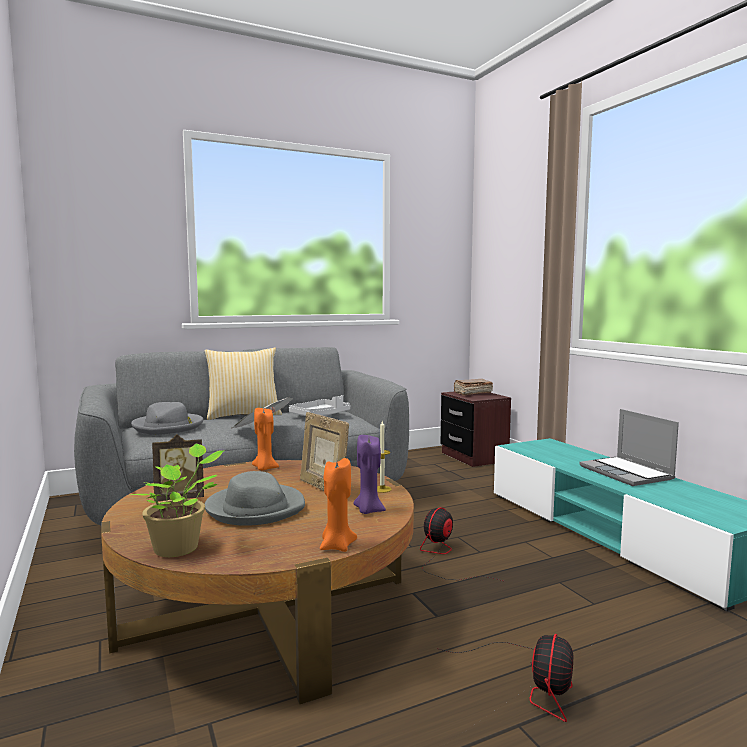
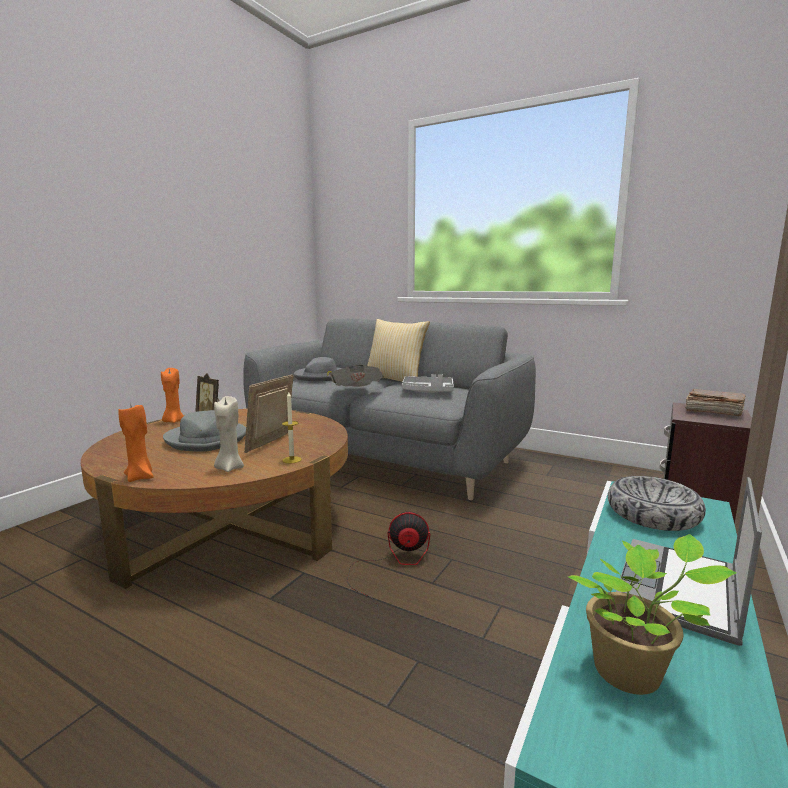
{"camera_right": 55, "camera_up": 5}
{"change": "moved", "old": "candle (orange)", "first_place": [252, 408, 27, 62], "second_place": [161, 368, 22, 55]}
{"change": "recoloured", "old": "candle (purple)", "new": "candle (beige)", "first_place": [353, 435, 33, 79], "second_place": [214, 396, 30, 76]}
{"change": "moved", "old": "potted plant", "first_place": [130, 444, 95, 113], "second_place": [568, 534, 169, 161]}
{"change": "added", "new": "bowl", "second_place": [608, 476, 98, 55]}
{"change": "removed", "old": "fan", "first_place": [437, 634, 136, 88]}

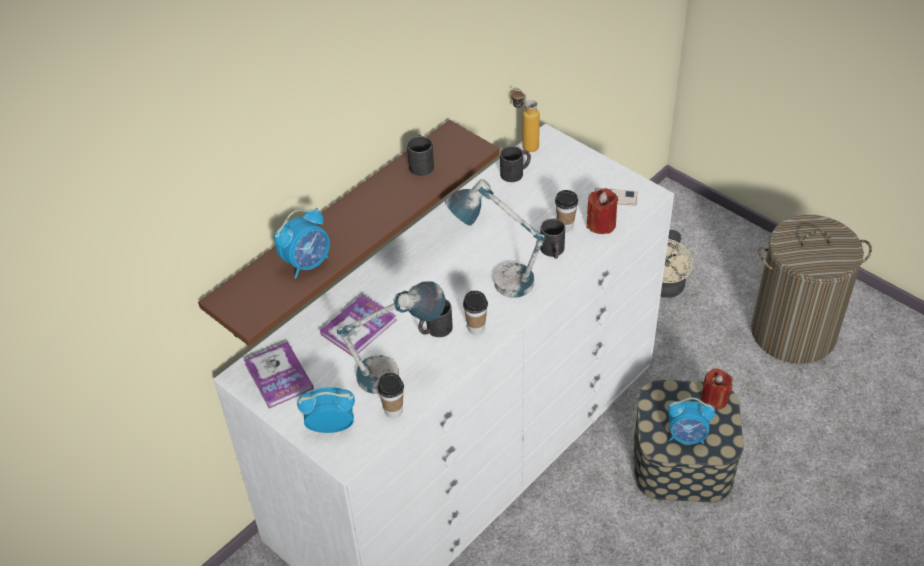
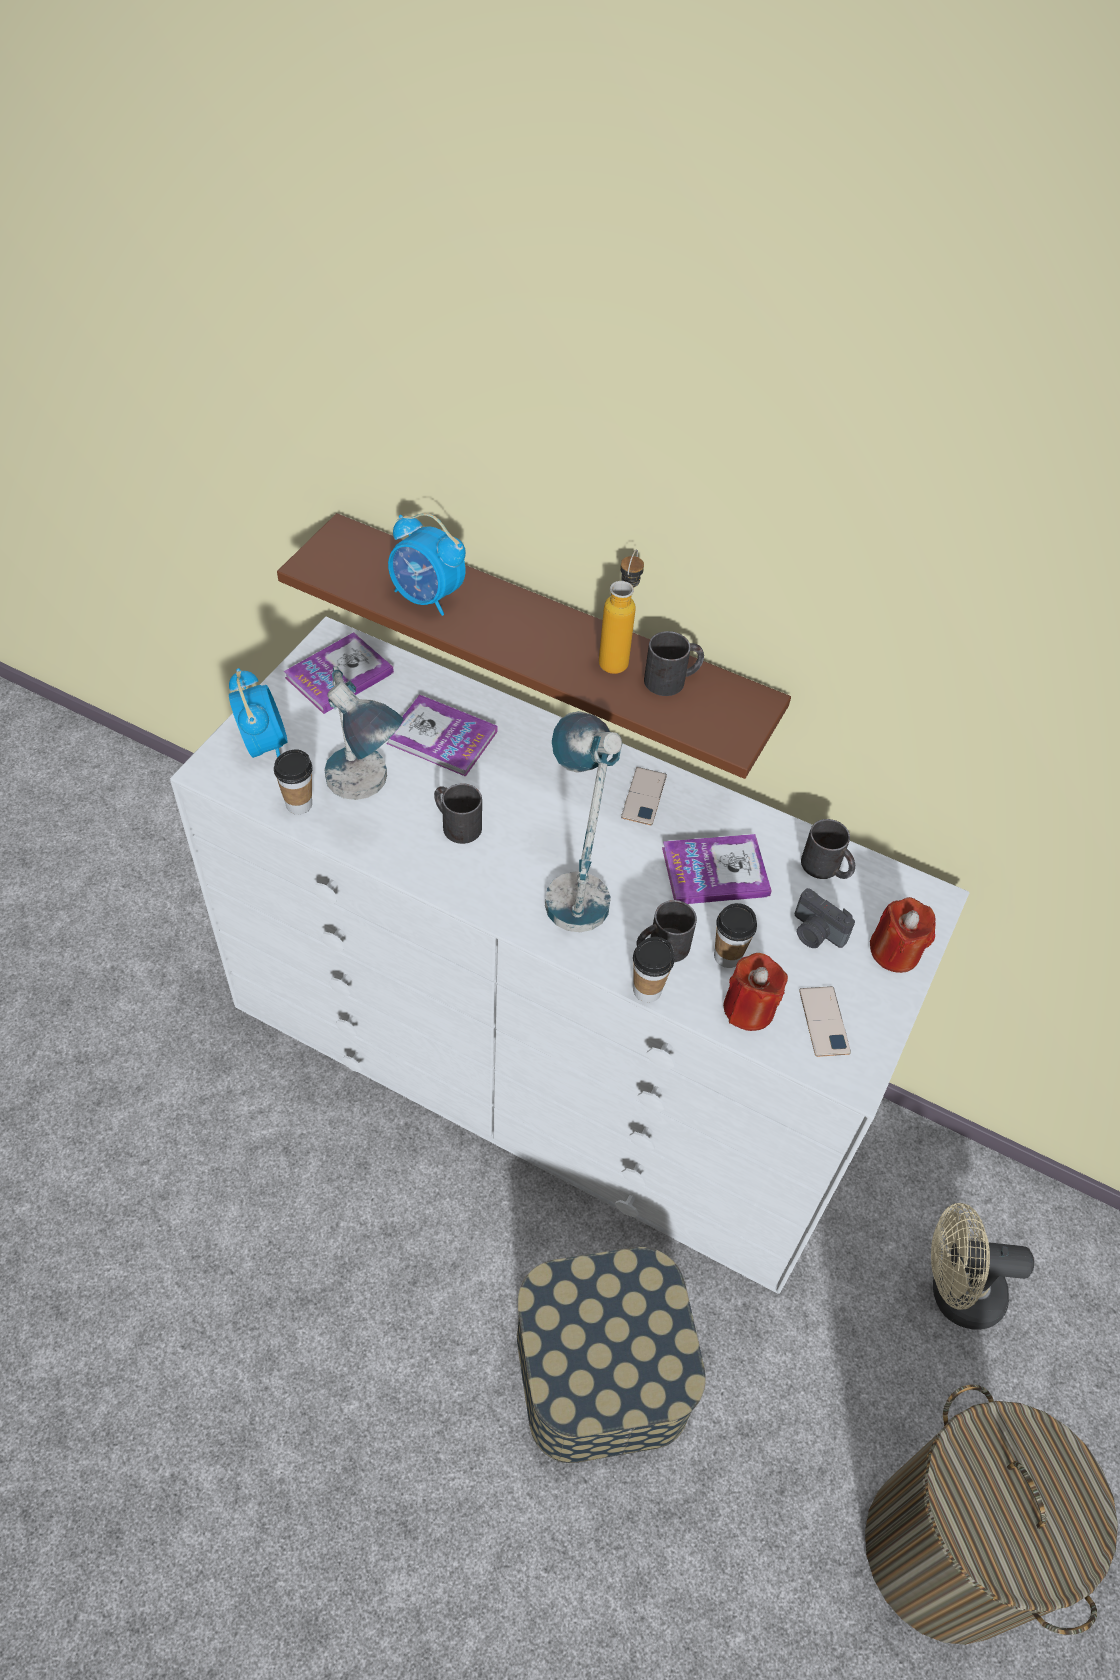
{"camera_right": 70, "camera_up": 5}
{"change": "moved", "old": "bottle", "first_place": [512, 88, 28, 64], "second_place": [599, 549, 45, 125]}
{"change": "added", "new": "phone", "second_place": [621, 767, 46, 58]}
{"change": "moved", "old": "cup", "first_place": [463, 291, 25, 44], "second_place": [633, 937, 41, 66]}
{"change": "added", "new": "book", "second_place": [662, 834, 110, 70]}
{"change": "added", "new": "photo camera", "second_place": [795, 888, 60, 60]}
{"change": "moved", "old": "candle (red)", "first_place": [701, 368, 32, 42], "second_place": [870, 897, 66, 76]}
{"change": "removed", "old": "alarm clock", "first_place": [668, 397, 47, 47]}

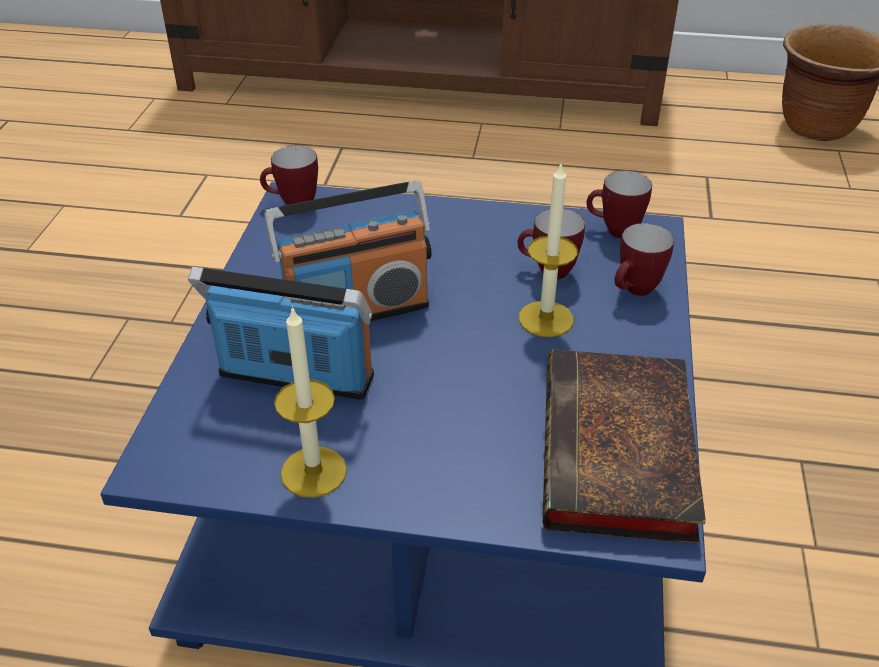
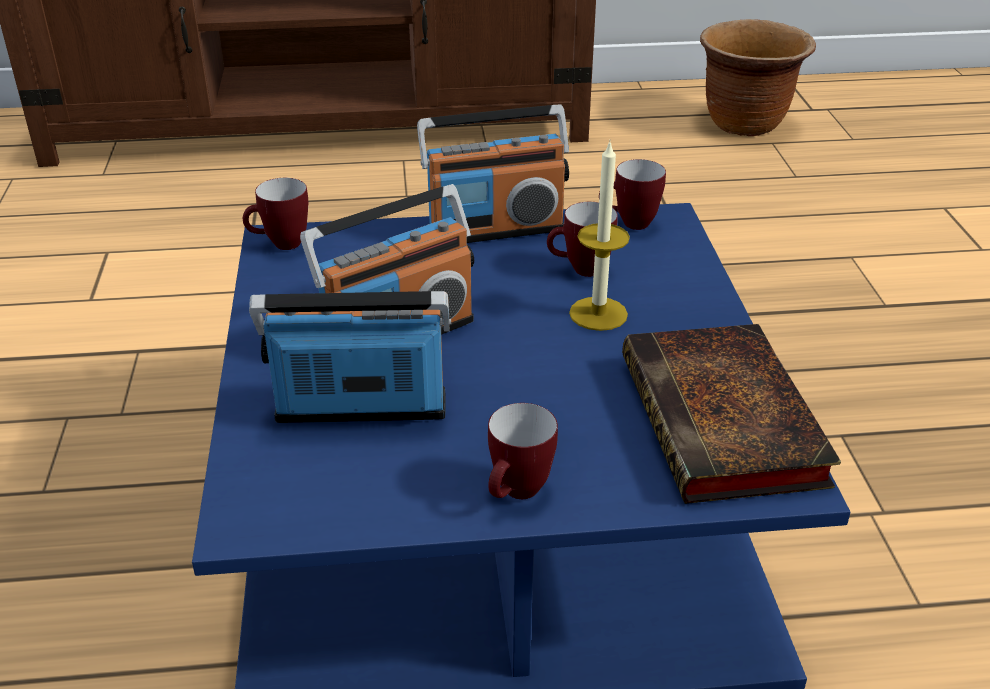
{"camera_right": -15, "camera_up": -5}
{"change": "added", "new": "radio", "second_place": [417, 104, 152, 139]}
{"change": "moved", "old": "mug", "first_place": [614, 223, 60, 73], "second_place": [488, 403, 70, 96]}
{"change": "removed", "old": "candle", "first_place": [274, 306, 73, 192]}

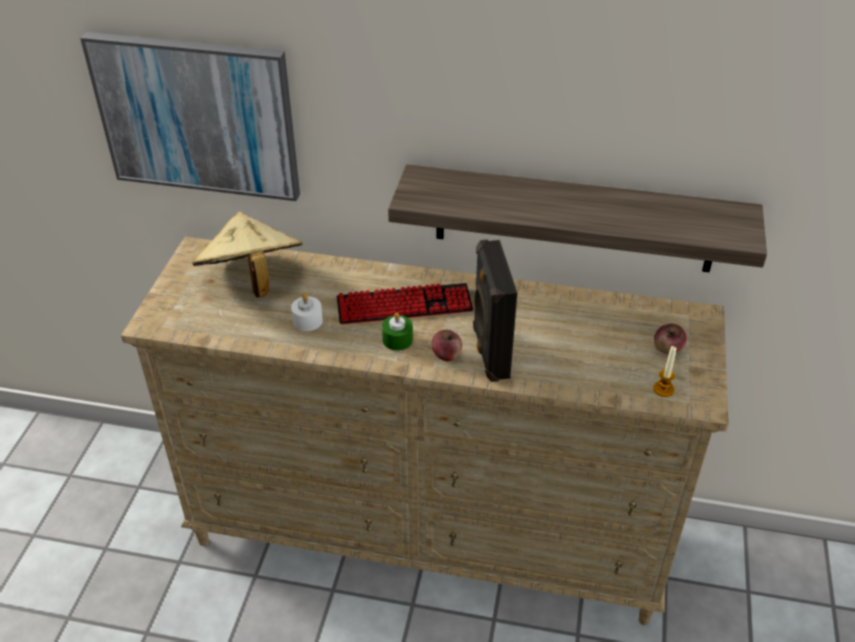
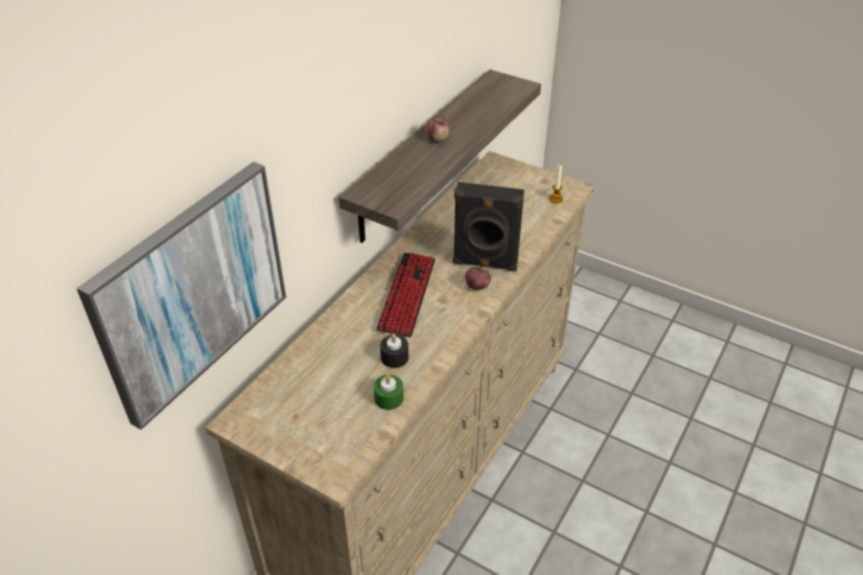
{"camera_right": -70, "camera_up": 0}
{"change": "moved", "old": "candle (green)", "first_place": [382, 312, 31, 39], "second_place": [374, 375, 30, 35]}
{"change": "recoloured", "old": "candle (white)", "new": "candle (black)", "first_place": [291, 294, 32, 37], "second_place": [380, 334, 29, 34]}
{"change": "moved", "old": "apple", "first_place": [654, 324, 33, 30], "second_place": [426, 116, 25, 26]}
{"change": "removed", "old": "hat (beige)", "first_place": [193, 212, 110, 85]}

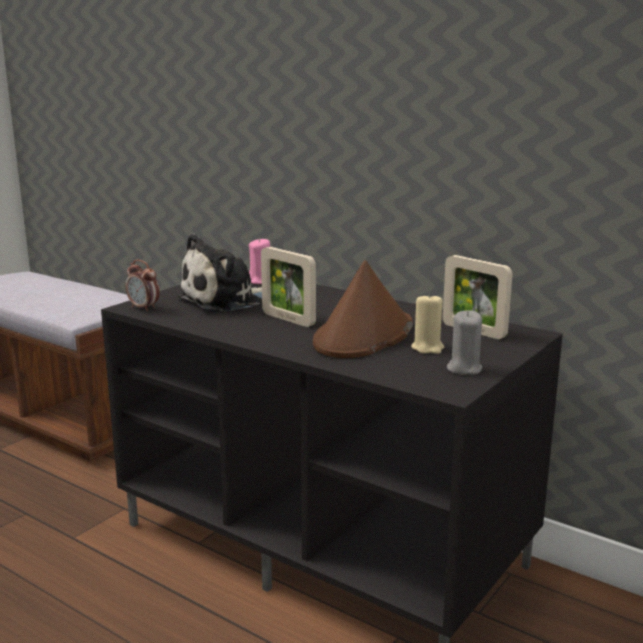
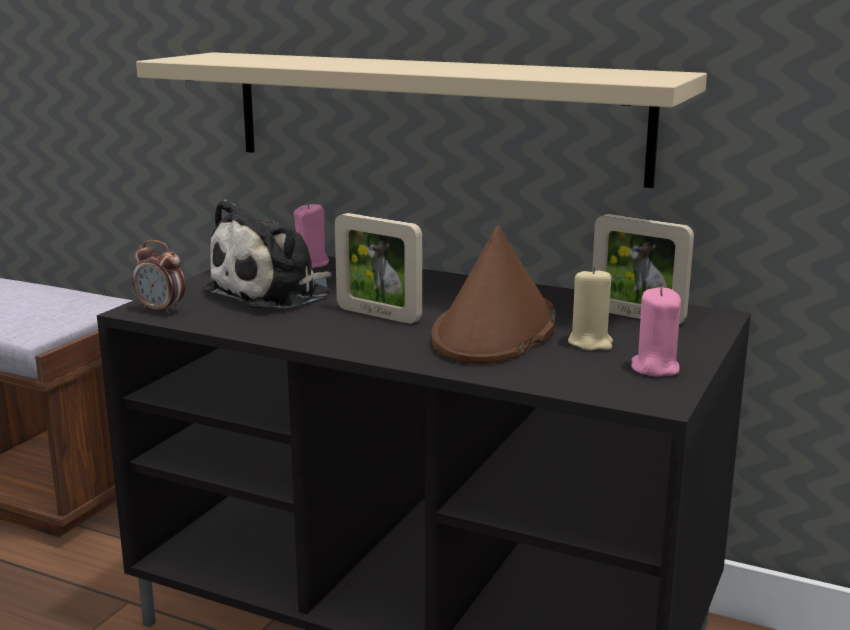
{"camera_right": -10, "camera_up": 0}
{"change": "added", "new": "shelf (beige)", "second_place": [136, 52, 571, 136]}
{"change": "recoloured", "old": "candle (grey)", "new": "candle (pink)", "first_place": [447, 310, 35, 65], "second_place": [631, 287, 50, 90]}

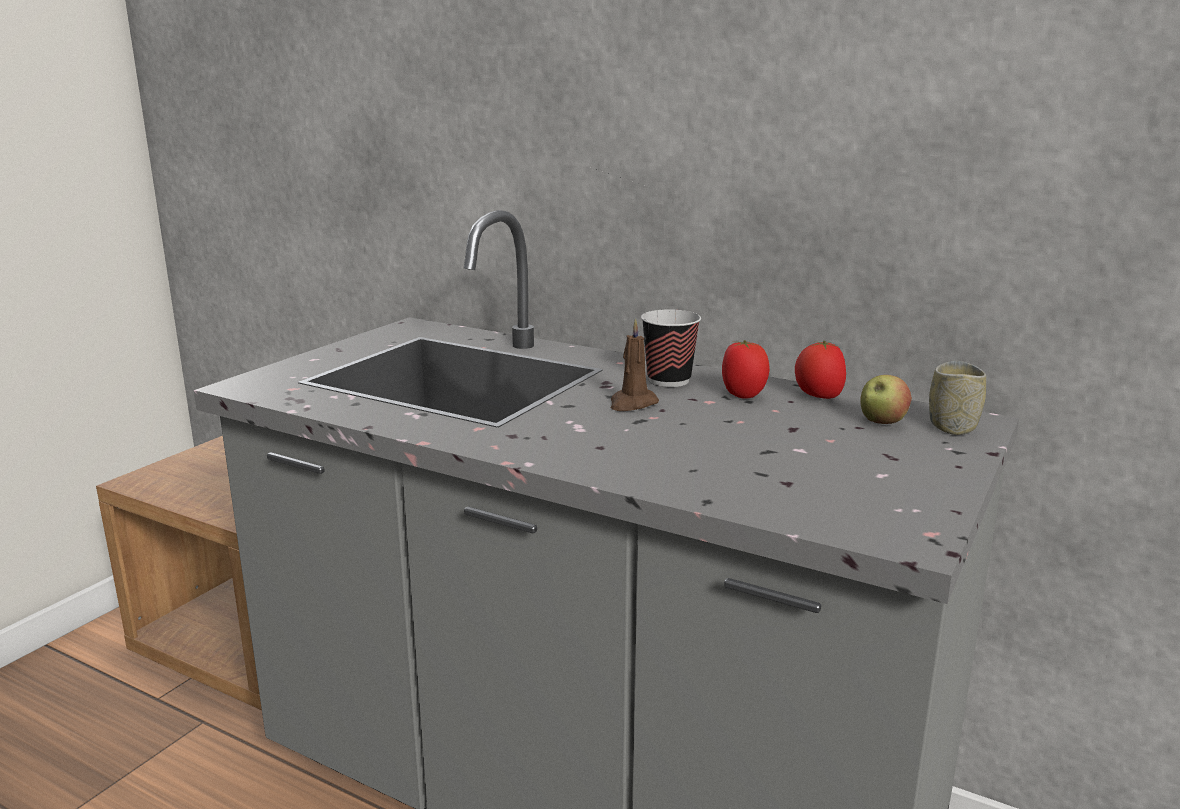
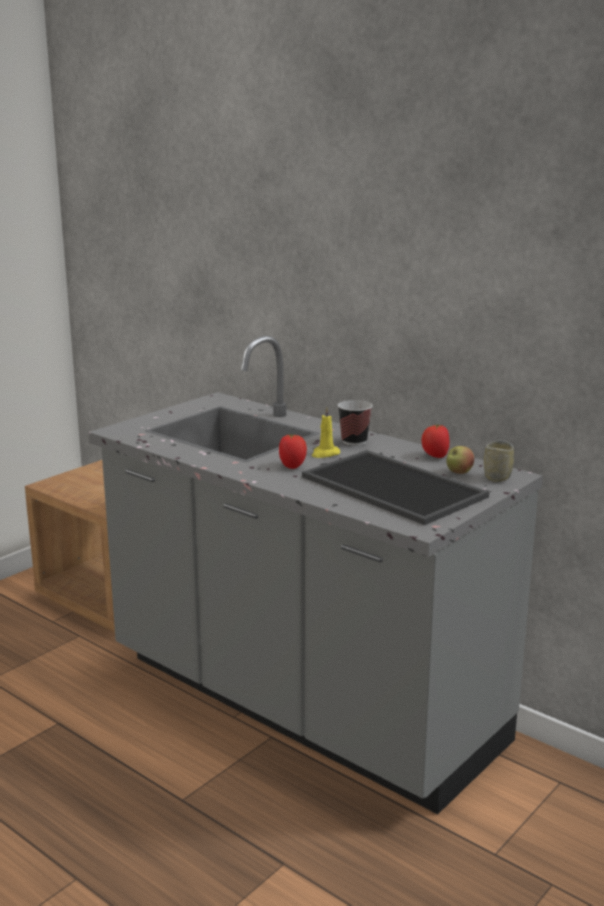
{"camera_right": 10, "camera_up": 0}
{"change": "moved", "old": "tomato", "first_place": [722, 340, 48, 59], "second_place": [279, 434, 28, 35]}
{"change": "added", "new": "tray", "second_place": [302, 450, 187, 75]}
{"change": "recoloured", "old": "candle (brown)", "new": "candle (yellow)", "first_place": [611, 318, 48, 93], "second_place": [311, 406, 29, 52]}

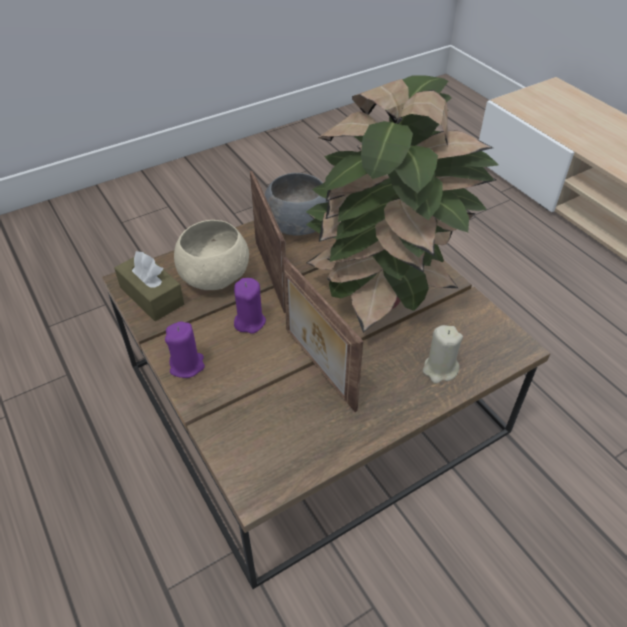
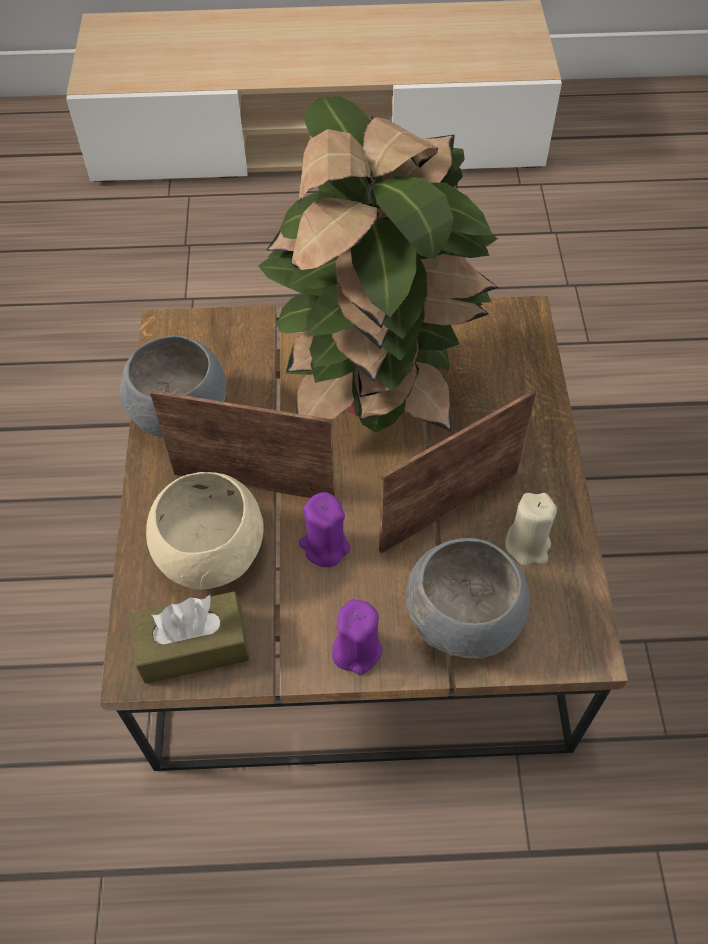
{"camera_right": -60, "camera_up": 10}
{"change": "turned", "old": "picture frame", "first_place": [283, 257, 80, 155], "second_place": [379, 389, 158, 164], "degrees": 150}
{"change": "added", "new": "bowl (grey)", "second_place": [406, 538, 124, 121]}
{"change": "moved", "old": "candle (beige)", "first_place": [423, 325, 40, 59], "second_place": [505, 493, 52, 73]}

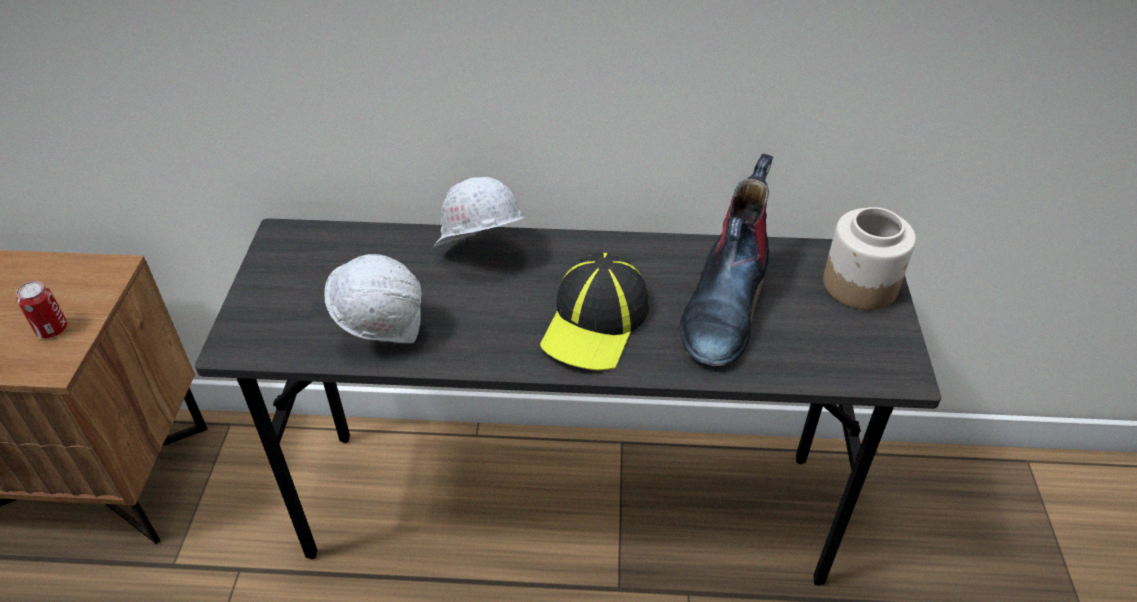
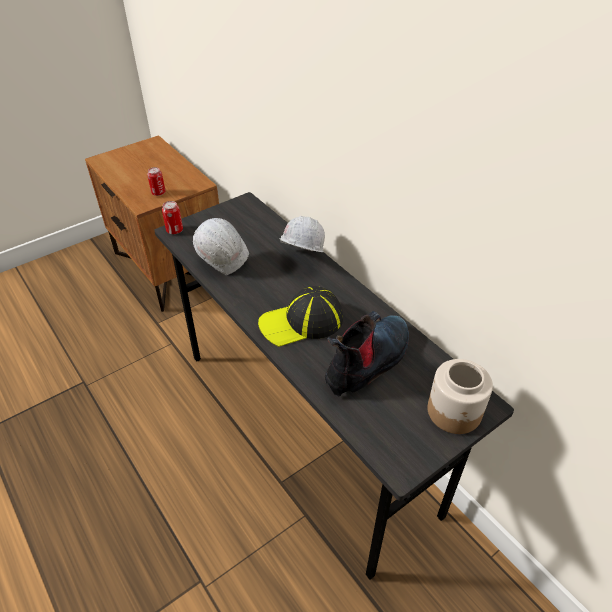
{"camera_right": 50, "camera_up": 0}
{"change": "added", "new": "can", "second_place": [162, 201, 21, 33]}
{"change": "turned", "old": "boot", "first_place": [679, 153, 94, 213], "second_place": [325, 311, 84, 86], "degrees": 150}

